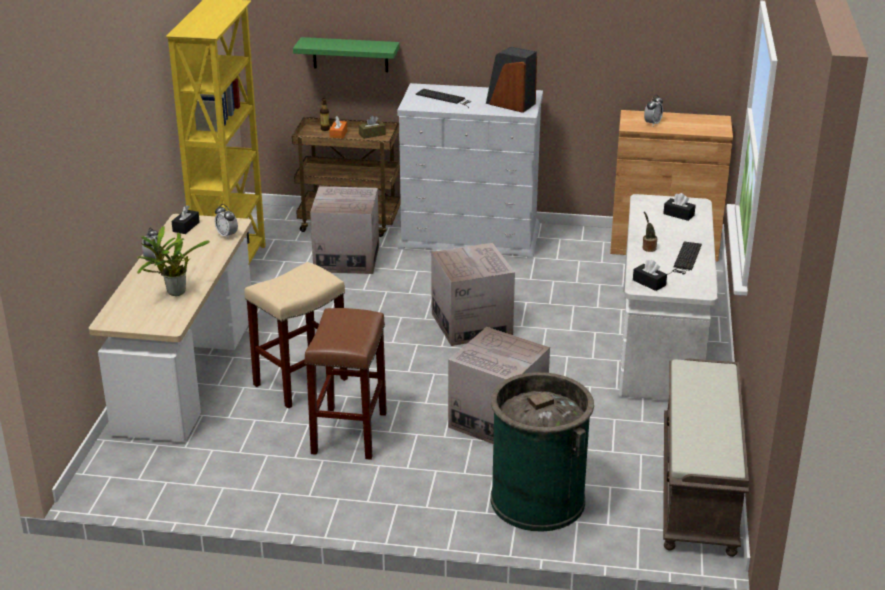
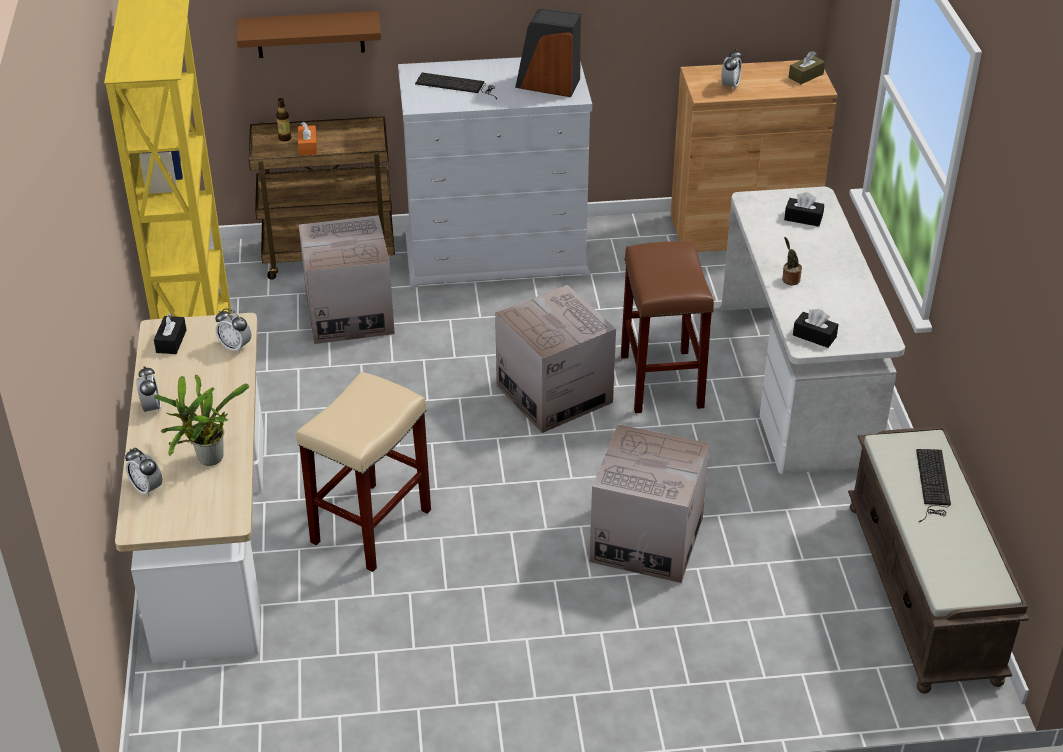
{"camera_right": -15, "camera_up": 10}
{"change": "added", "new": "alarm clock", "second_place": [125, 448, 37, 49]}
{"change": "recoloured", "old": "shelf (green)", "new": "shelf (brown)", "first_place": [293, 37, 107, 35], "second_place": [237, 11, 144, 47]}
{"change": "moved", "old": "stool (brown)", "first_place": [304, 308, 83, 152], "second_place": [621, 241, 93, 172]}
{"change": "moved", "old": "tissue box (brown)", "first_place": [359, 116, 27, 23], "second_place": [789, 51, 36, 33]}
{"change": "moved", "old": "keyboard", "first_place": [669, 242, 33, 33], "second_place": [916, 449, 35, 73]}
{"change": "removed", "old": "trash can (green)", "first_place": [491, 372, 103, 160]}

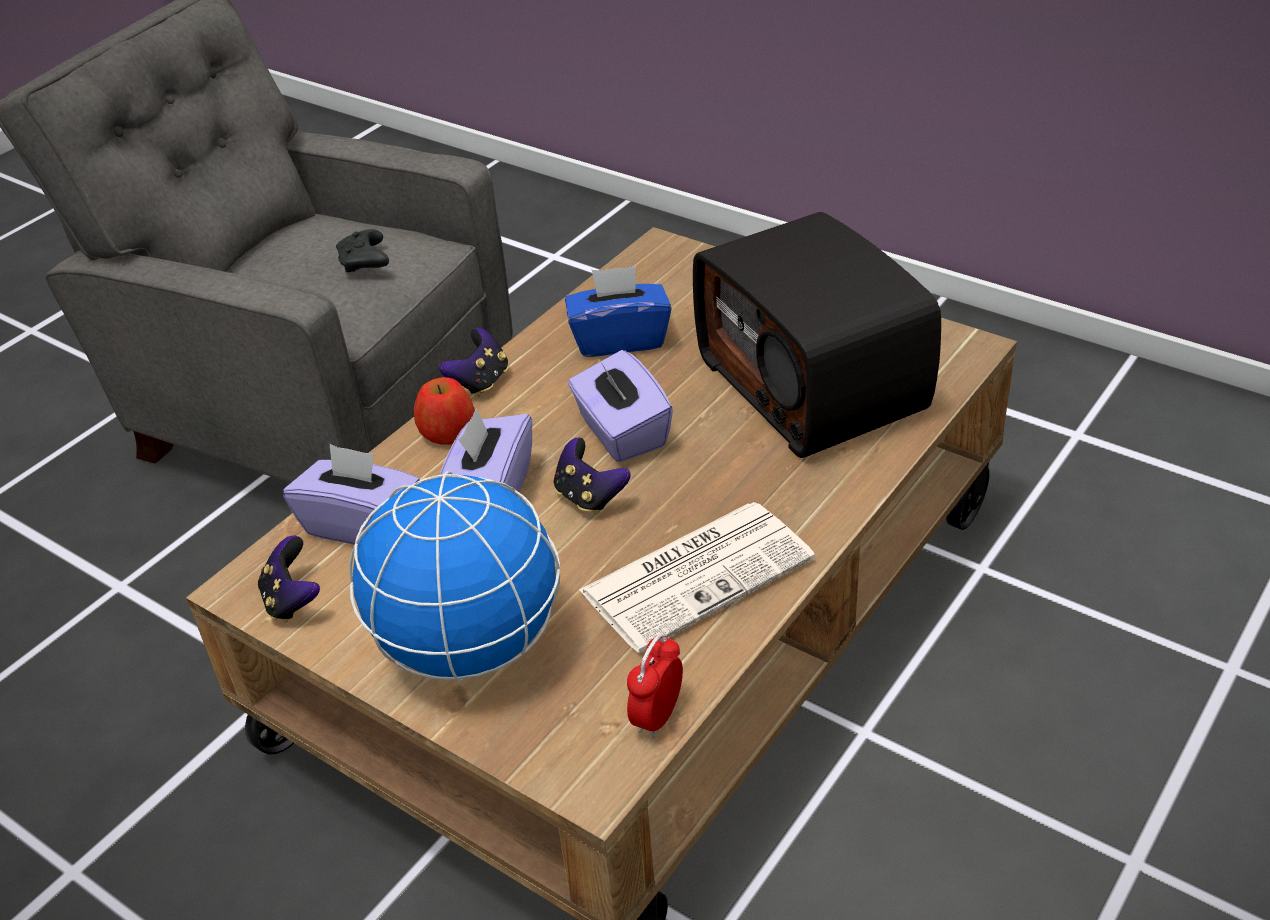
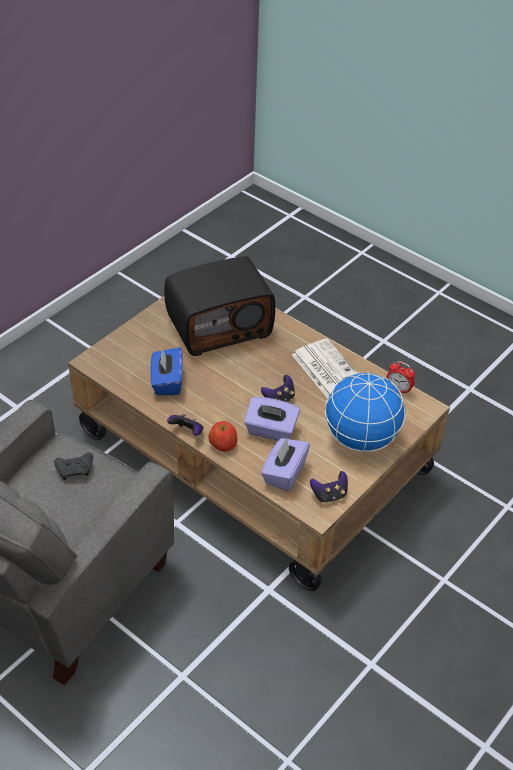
{"camera_right": -90, "camera_up": 5}
{"change": "removed", "old": "tissue box (purple)", "first_place": [568, 350, 105, 113]}

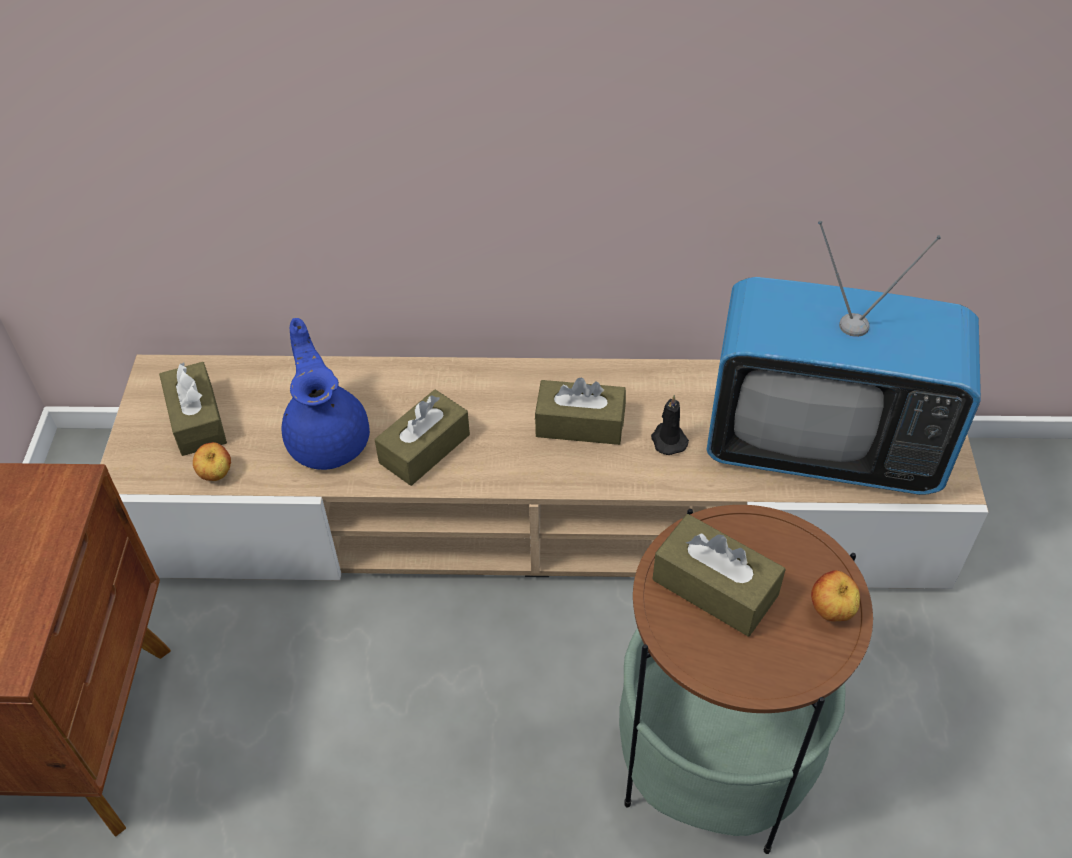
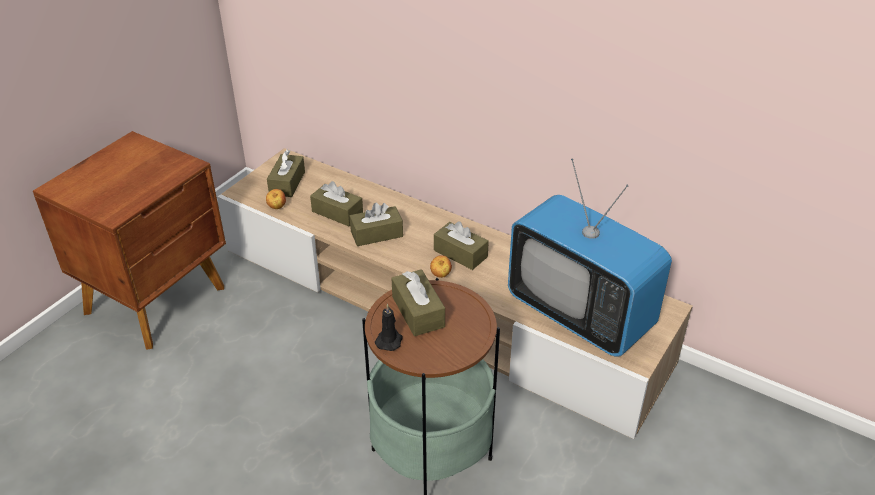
{"camera_right": 30, "camera_up": -10}
{"change": "replaced", "old": "teapot (blue)", "new": "tissue box (brown)", "first_place": [282, 318, 88, 152], "second_place": [310, 181, 53, 45]}
{"change": "moved", "old": "candle (black)", "first_place": [651, 395, 38, 60], "second_place": [375, 304, 27, 47]}
{"change": "moved", "old": "apple", "first_place": [811, 570, 49, 51], "second_place": [430, 255, 22, 23]}

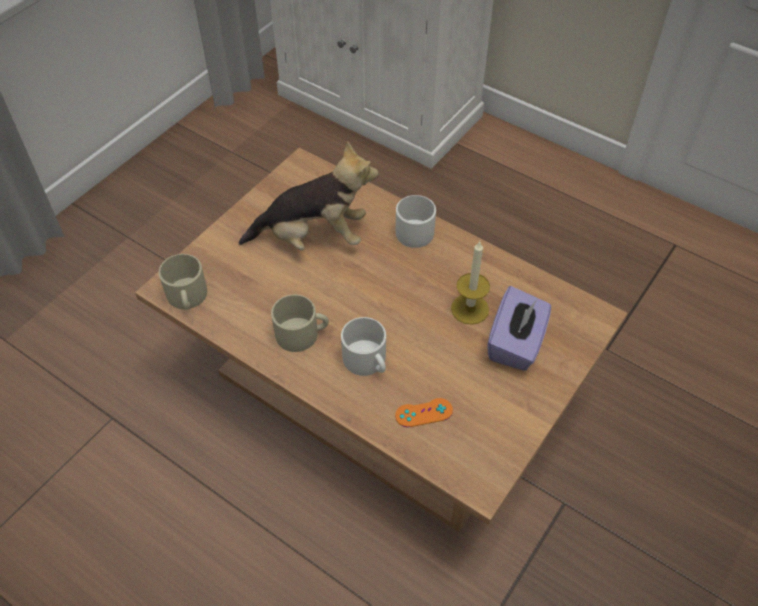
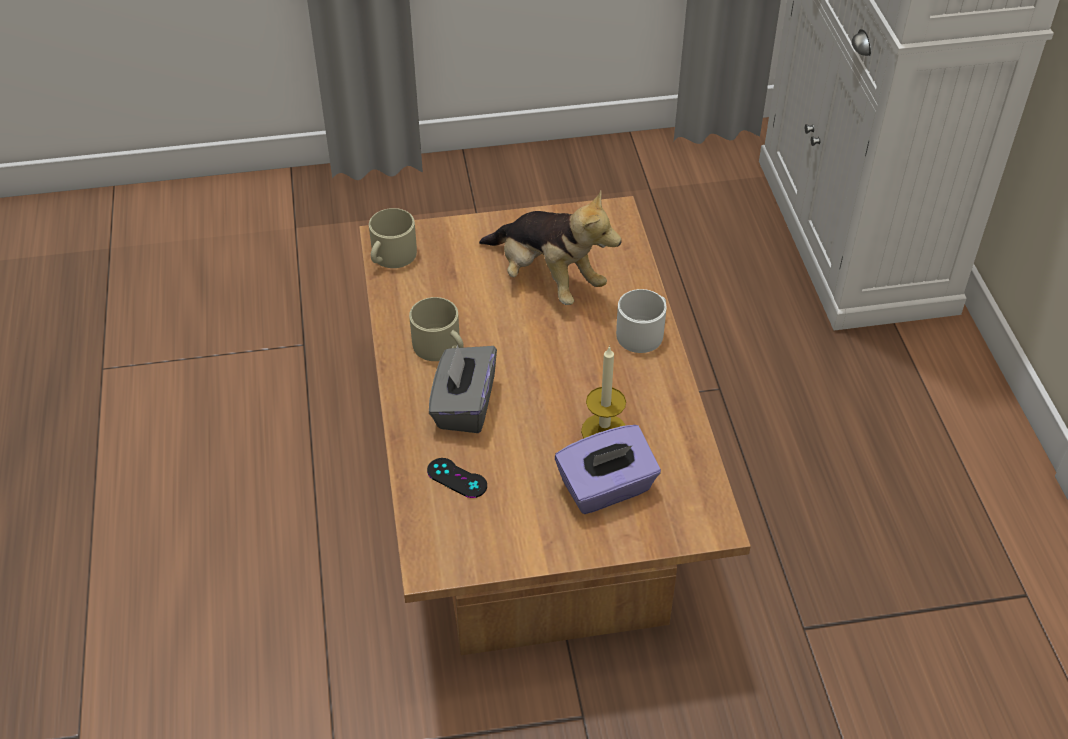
{"camera_right": 45, "camera_up": -5}
{"change": "recoloured", "old": "game controller (orange)", "new": "game controller (black)", "first_place": [395, 398, 58, 29], "second_place": [427, 458, 60, 40]}
{"change": "replaced", "old": "mug (white)", "new": "tissue box (grey)", "first_place": [341, 317, 45, 59], "second_place": [429, 345, 68, 88]}

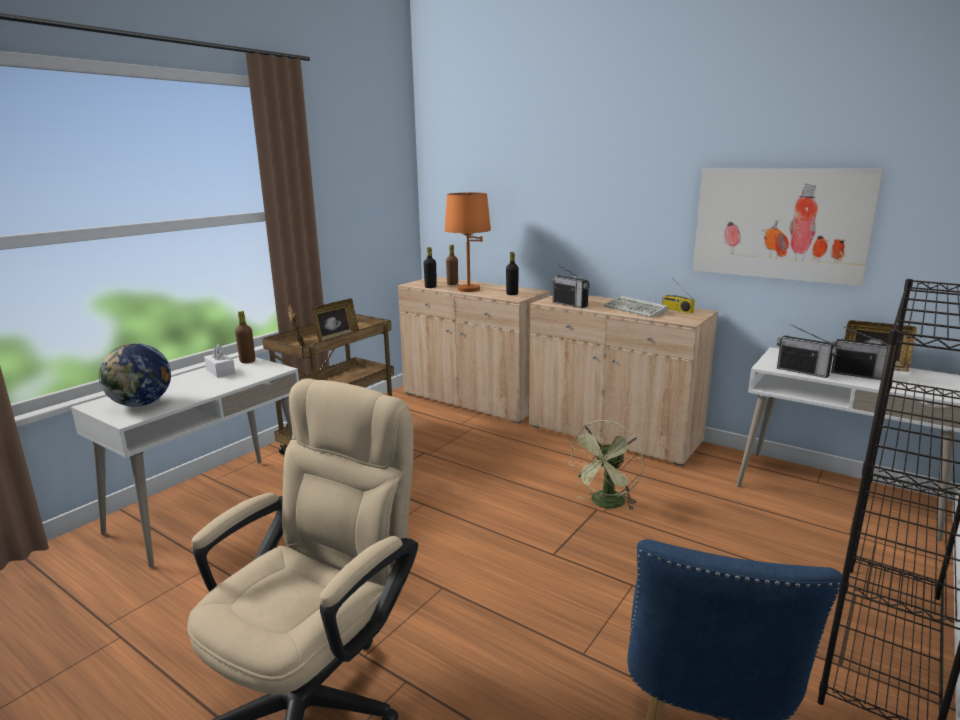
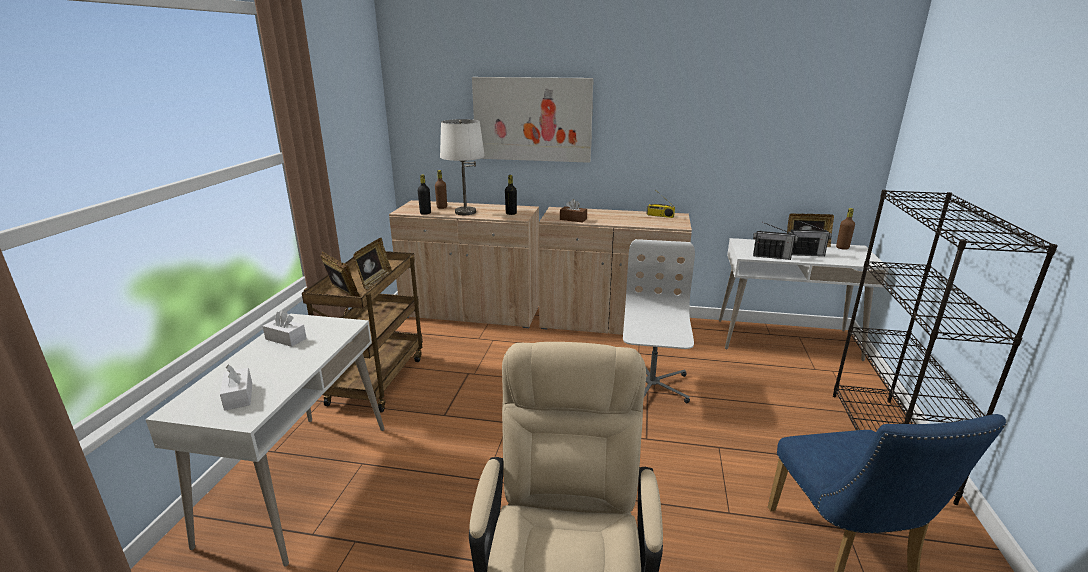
{"camera_right": -25, "camera_up": 5}
{"change": "replaced", "old": "globe", "new": "tissue box (white)", "first_place": [99, 343, 72, 64], "second_place": [220, 364, 32, 47]}
{"change": "recoloured", "old": "table lamp (orange)", "new": "table lamp (white)", "first_place": [445, 192, 46, 100], "second_place": [440, 119, 45, 96]}
{"change": "moved", "old": "picture", "first_place": [693, 169, 190, 117], "second_place": [472, 77, 121, 86]}
{"change": "replaced", "old": "radio", "new": "tissue box (brown)", "first_place": [551, 265, 39, 43], "second_place": [560, 199, 27, 24]}
{"change": "replaced", "old": "fan (green)", "new": "office chair (white)", "first_place": [567, 420, 77, 90], "second_place": [623, 239, 72, 164]}
{"change": "moved", "old": "bottle (brown)", "first_place": [235, 311, 20, 52], "second_place": [836, 208, 19, 42]}
{"change": "removed", "old": "keyboard", "first_place": [603, 296, 65, 21]}

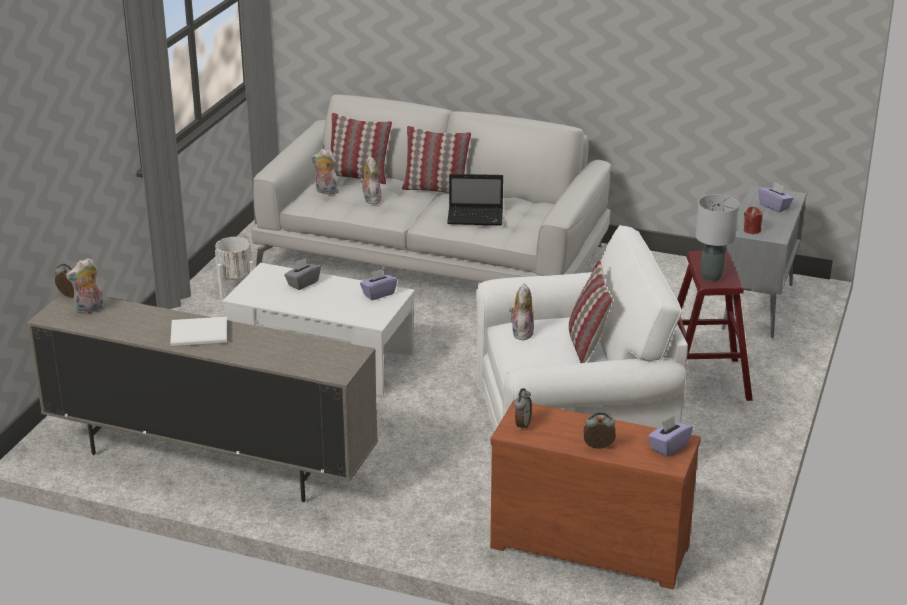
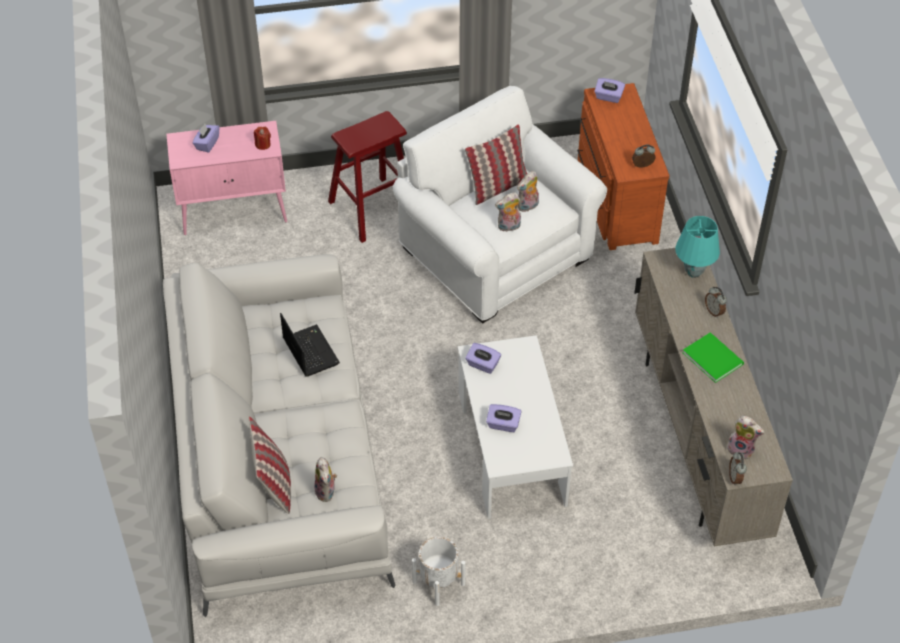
{"camera_right": -120, "camera_up": 20}
{"change": "recoloured", "old": "cabinet (grey)", "new": "cabinet (pink)", "first_place": [722, 185, 85, 153], "second_place": [166, 121, 121, 114]}
{"change": "recoloured", "old": "tissue box (grey)", "new": "tissue box (purple)", "first_place": [284, 258, 37, 32], "second_place": [486, 404, 35, 28]}
{"change": "moved", "old": "plush toy", "first_place": [360, 156, 21, 48], "second_place": [517, 171, 22, 41]}
{"change": "added", "new": "table lamp (turquoise)", "second_place": [675, 216, 45, 62]}
{"change": "recoloured", "old": "book (white)", "new": "book (green)", "first_place": [170, 317, 57, 30], "second_place": [682, 332, 62, 51]}
{"change": "moved", "old": "alarm clock", "first_place": [583, 412, 33, 37], "second_place": [705, 286, 22, 32]}
{"change": "removed", "old": "pillow", "first_place": [402, 126, 69, 67]}
{"change": "removed", "old": "table lamp (grey)", "first_place": [696, 195, 43, 86]}

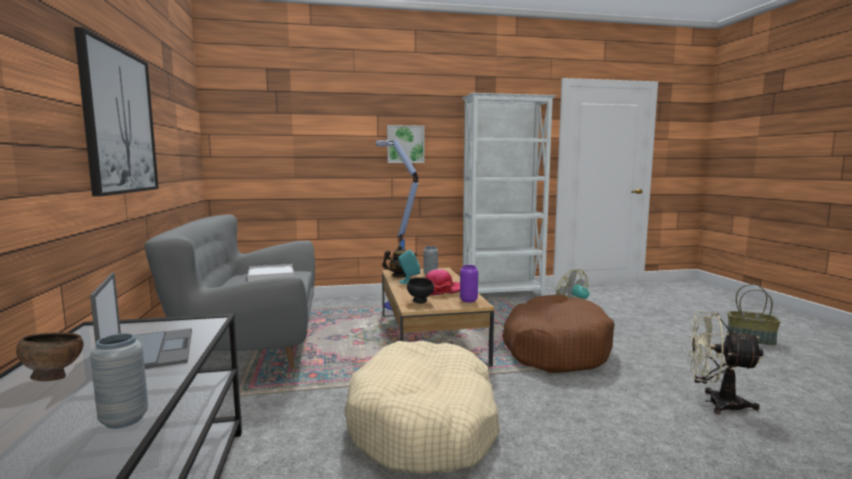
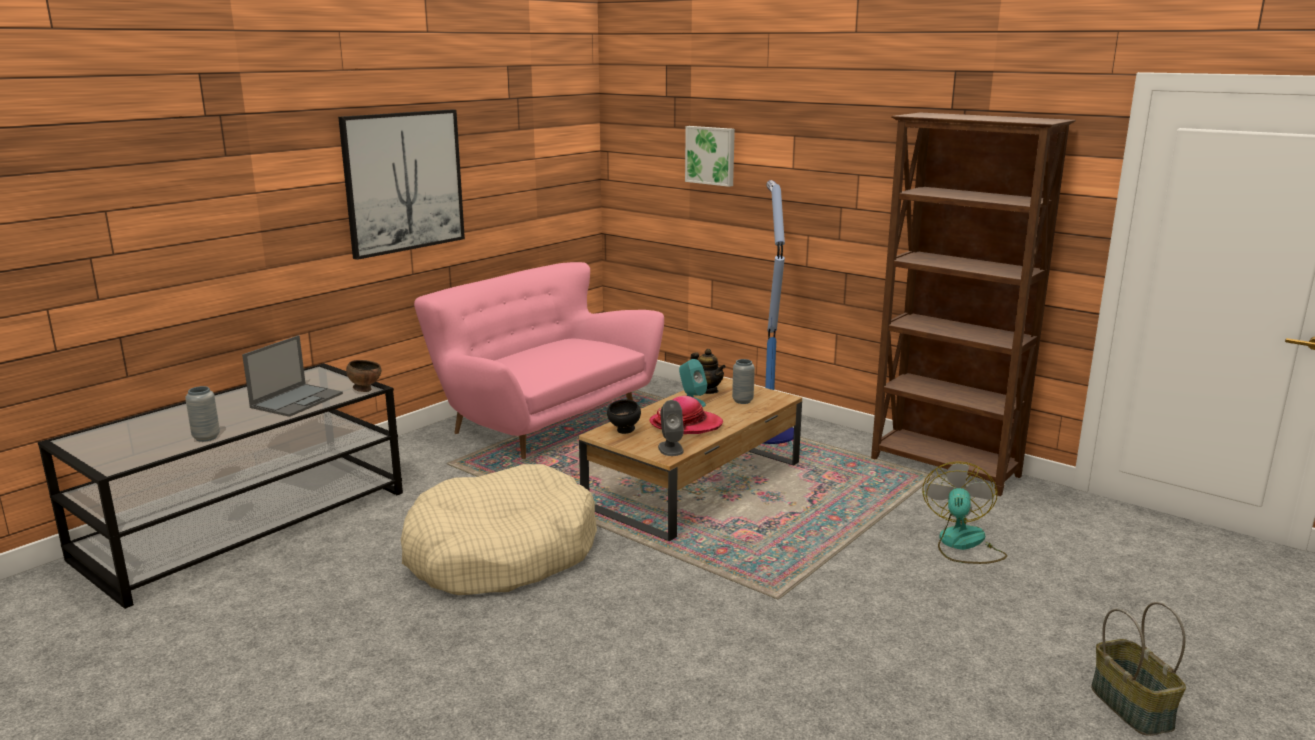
{"camera_right": 50, "camera_up": 10}
{"change": "moved", "old": "bowl (brown)", "first_place": [16, 332, 68, 49], "second_place": [346, 360, 35, 32]}
{"change": "recoloured", "old": "sofa (grey)", "new": "sofa (pink)", "first_place": [145, 214, 170, 154], "second_place": [414, 262, 250, 197]}
{"change": "replaced", "old": "vase (purple)", "new": "speaker (grey)", "first_place": [460, 265, 18, 38], "second_place": [658, 400, 26, 56]}
{"change": "moved", "old": "picture", "first_place": [387, 125, 38, 38], "second_place": [685, 126, 50, 61]}
{"change": "recoloured", "old": "bookcase (white)", "new": "bookcase (brown)", "first_place": [462, 93, 95, 203], "second_place": [871, 113, 205, 383]}
{"change": "removed", "old": "tray (white)", "first_place": [248, 264, 46, 17]}
{"change": "removed", "old": "dog bed (brown)", "first_place": [502, 295, 112, 78]}
{"change": "removed", "old": "fan (beige)", "first_place": [689, 311, 75, 103]}

